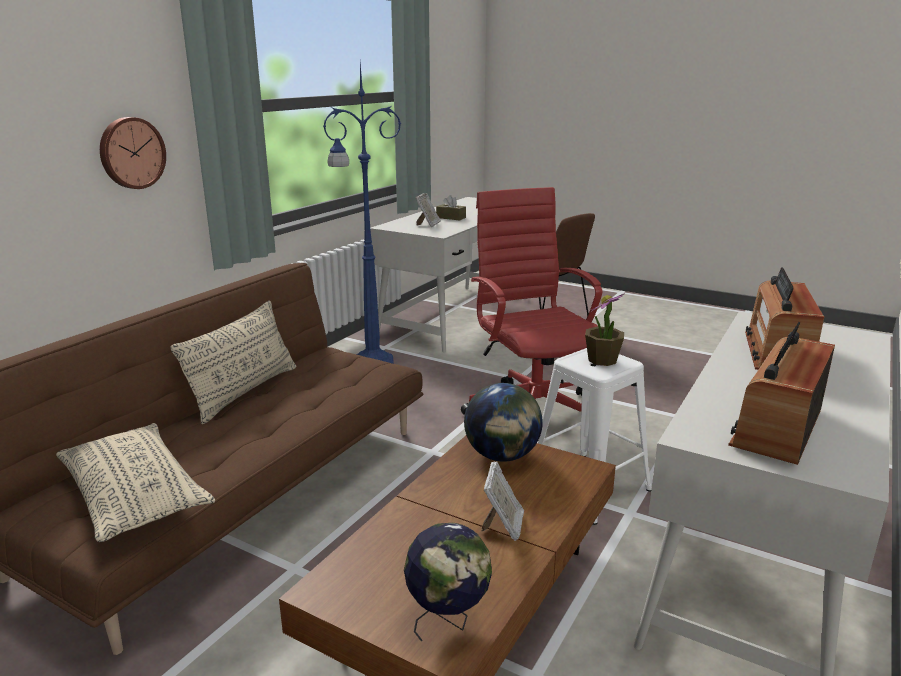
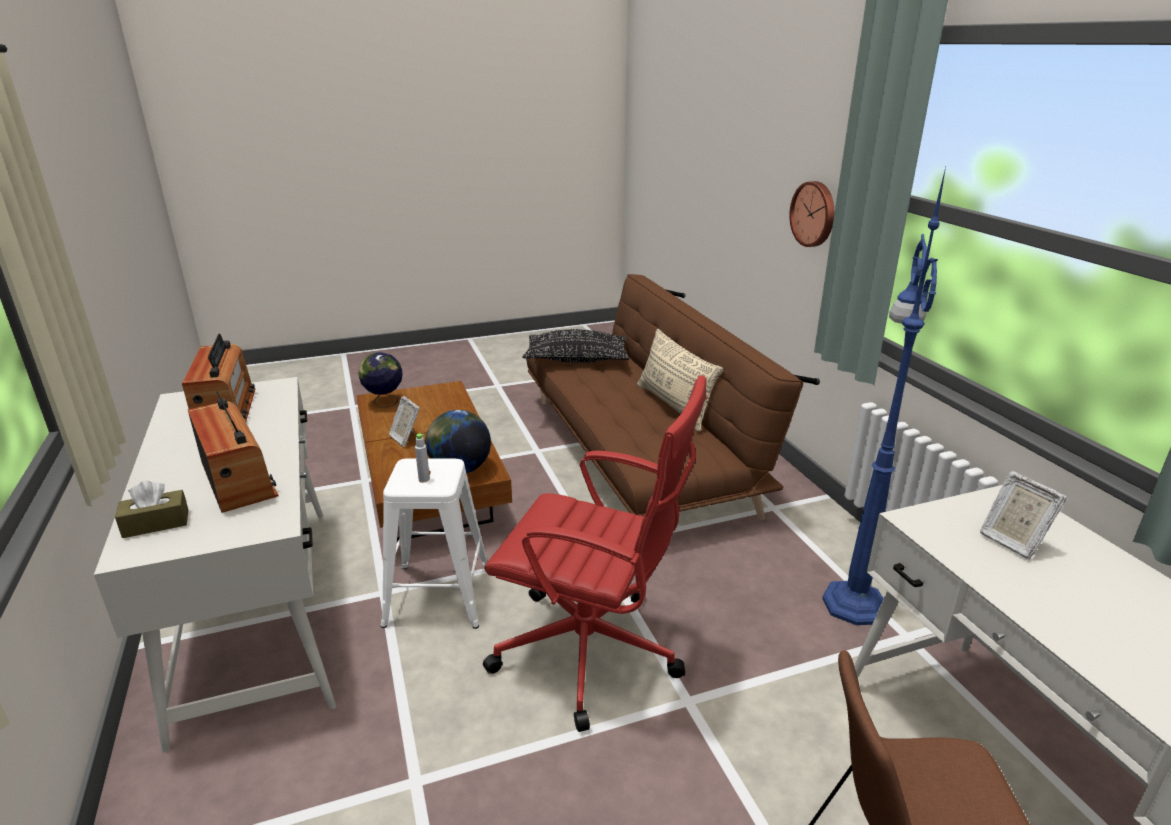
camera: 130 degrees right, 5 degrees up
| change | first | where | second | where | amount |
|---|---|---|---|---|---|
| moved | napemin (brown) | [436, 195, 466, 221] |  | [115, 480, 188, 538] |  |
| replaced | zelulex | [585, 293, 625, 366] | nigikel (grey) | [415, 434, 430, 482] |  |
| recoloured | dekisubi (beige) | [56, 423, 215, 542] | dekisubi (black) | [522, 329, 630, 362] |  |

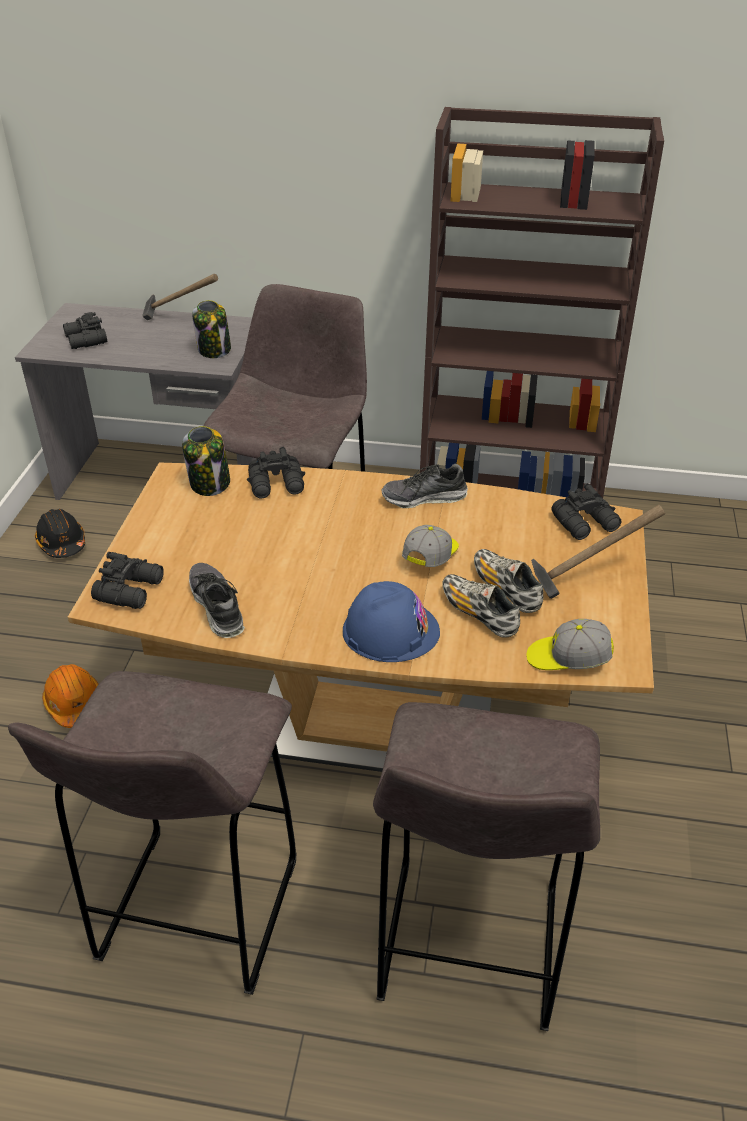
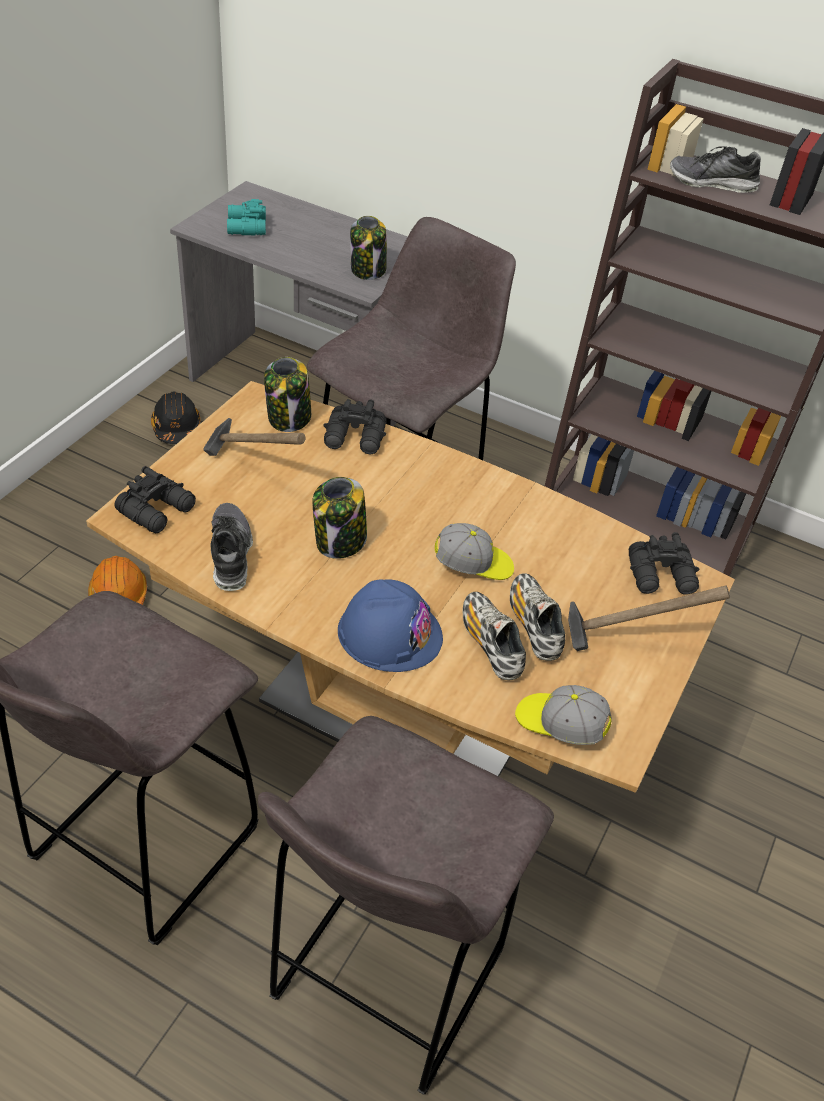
camera: 15 degrees right, 5 degrees up
| change | first | where | second | where | amount |
|---|---|---|---|---|---|
| moved | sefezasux | [142, 274, 218, 321] |  | [203, 418, 305, 456] |  |
| recoloured | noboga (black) | [63, 312, 107, 349] | noboga (turquoise) | [227, 199, 266, 236] |  |
| moved | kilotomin | [381, 464, 468, 508] |  | [670, 146, 761, 193] |  |
| turned | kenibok | [402, 525, 459, 567] |  | [435, 523, 514, 580] | 45 degrees clockwise |
| added |  |  | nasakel | [312, 477, 367, 559] |  |

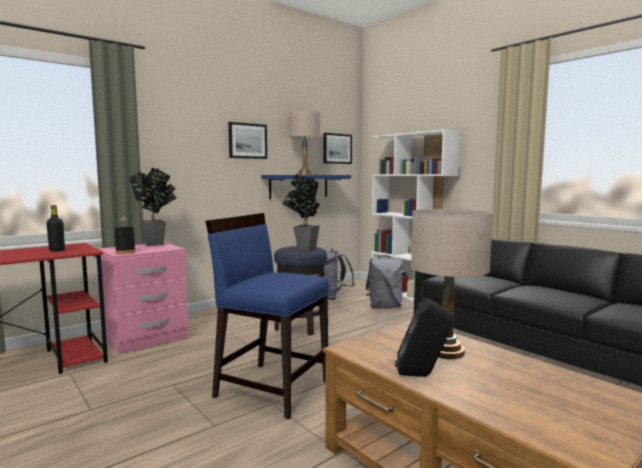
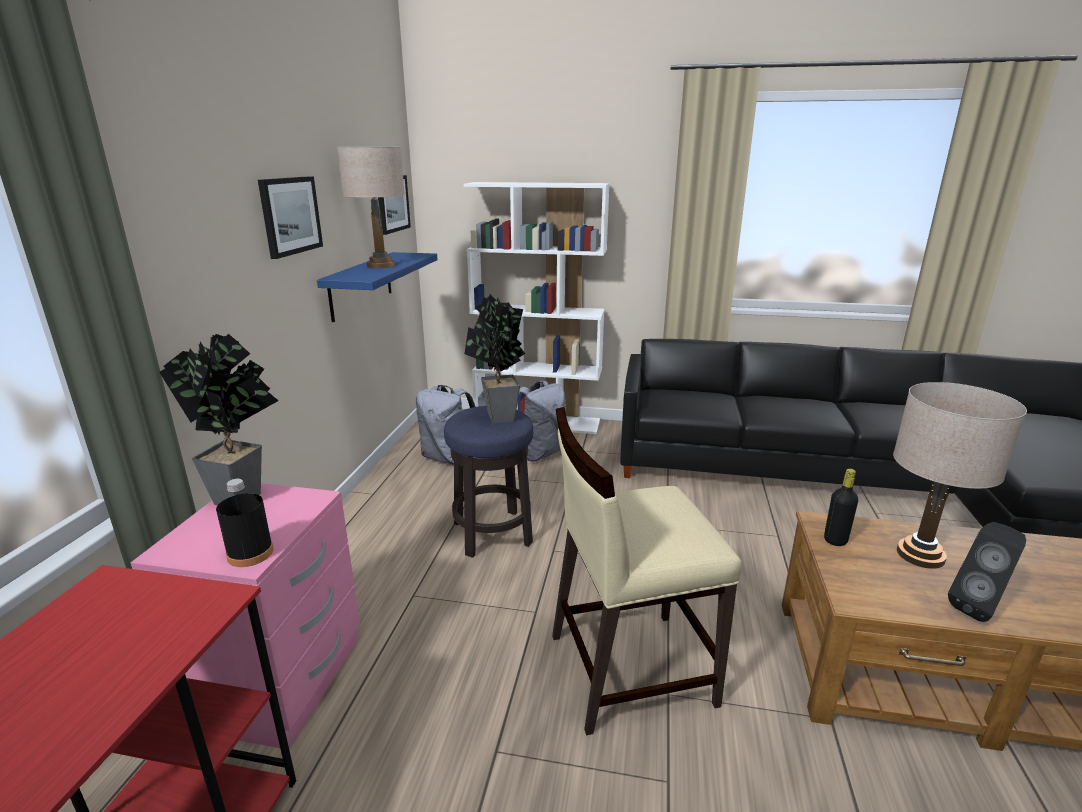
camera: 40 degrees left, 15 degrees up
| change | first | where | second | where | amount |
|---|---|---|---|---|---|
| moved | nigikel (black) | [46, 205, 65, 252] |  | [824, 469, 858, 546] |  |
| recoloured | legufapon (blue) | [205, 213, 329, 419] | legufapon (beige) | [552, 407, 742, 736] |  |

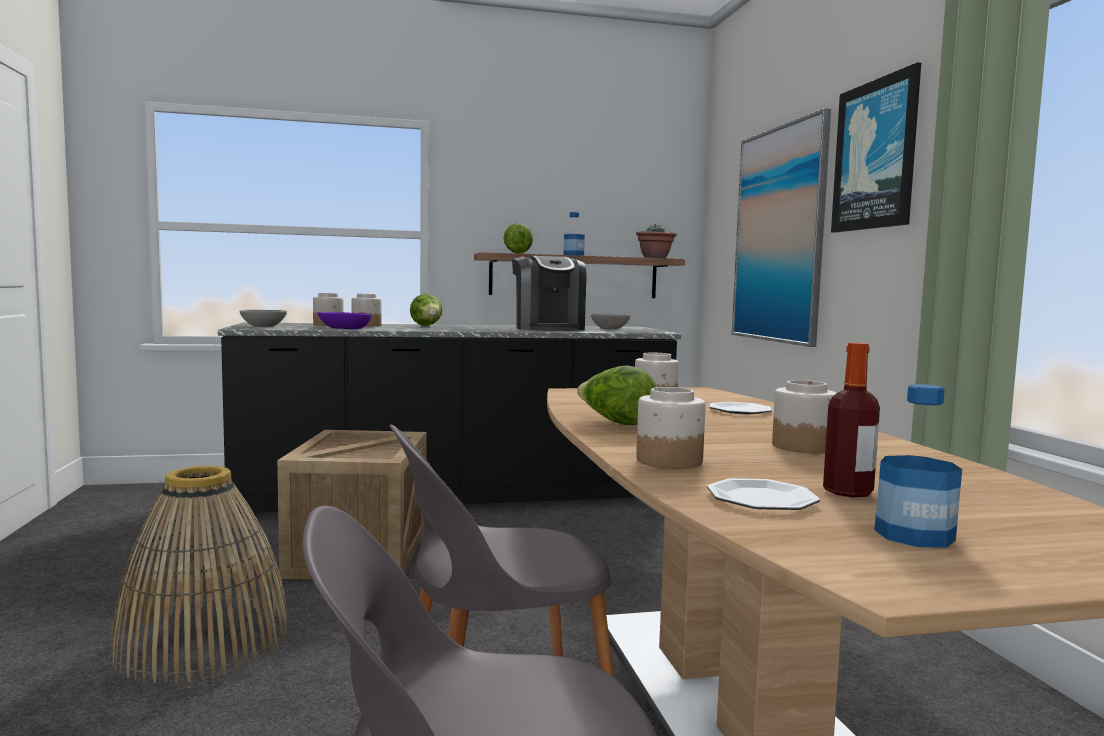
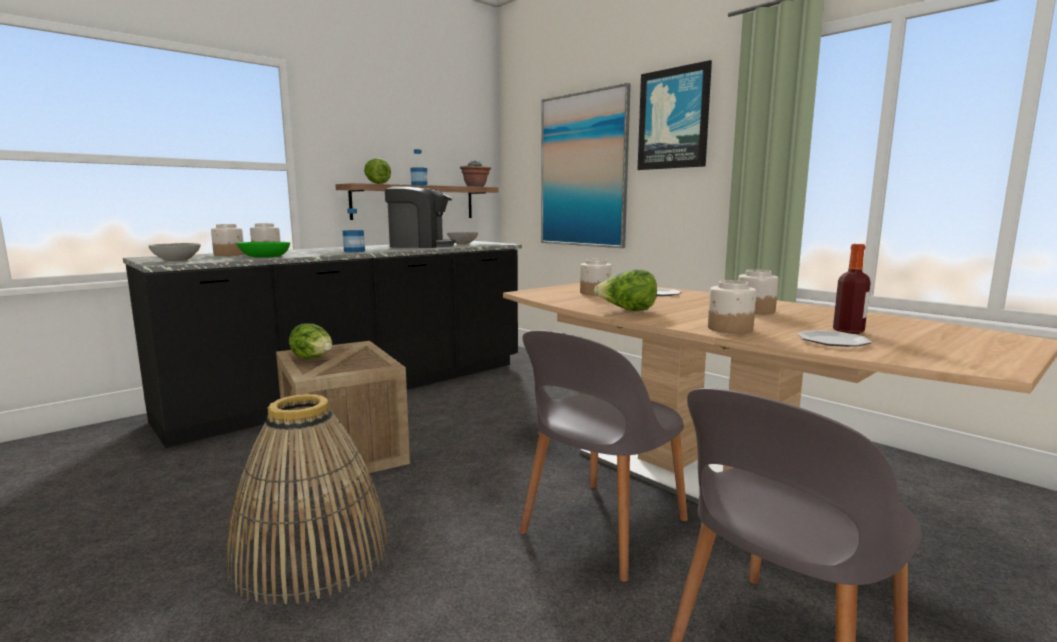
camera: 30 degrees left, 5 degrees up
| change | first | where | second | where | amount |
|---|---|---|---|---|---|
| turned | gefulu | [512, 256, 586, 331] |  | [385, 186, 455, 248] | 45 degrees counterclockwise |
| moved | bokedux | [410, 294, 443, 326] |  | [289, 323, 332, 359] |  |
| recoloured | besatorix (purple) | [317, 312, 372, 329] | besatorix (green) | [236, 242, 290, 258] |  |
| moved | nigikel | [874, 384, 962, 548] |  | [343, 208, 365, 252] |  |

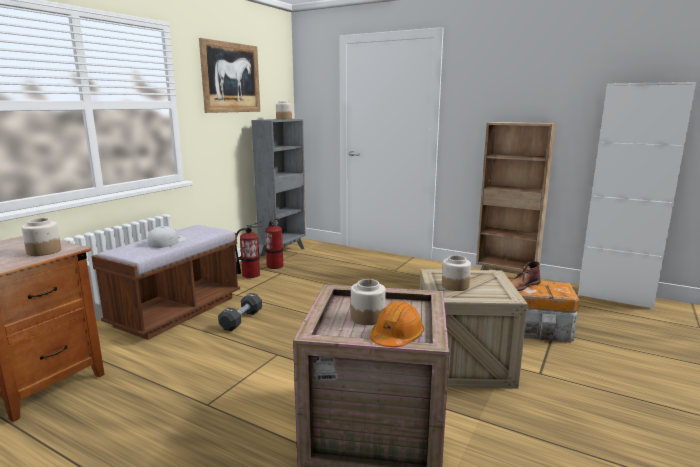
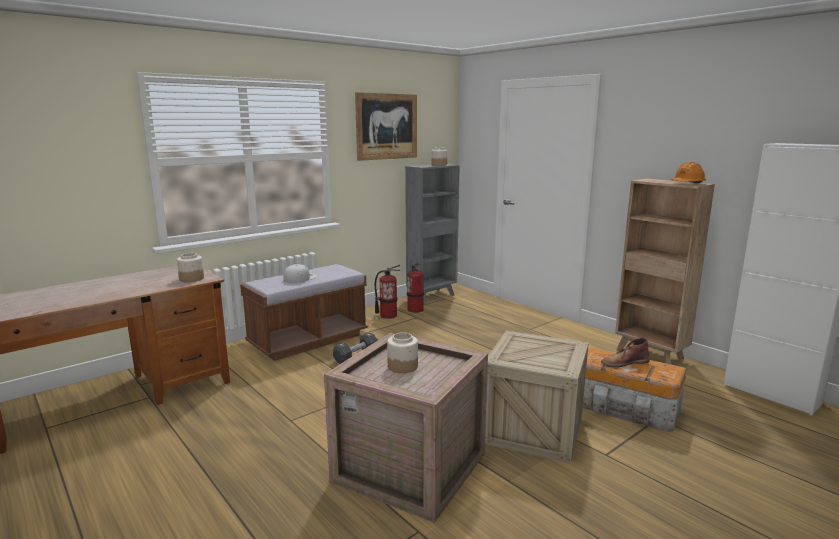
camera: 20 degrees right, 0 degrees up
| change | first | where | second | where | amount |
|---|---|---|---|---|---|
| removed | nasakel | [442, 255, 471, 291] |  |  |  |
| moved | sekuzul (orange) | [370, 301, 424, 348] |  | [671, 162, 706, 183] |  |

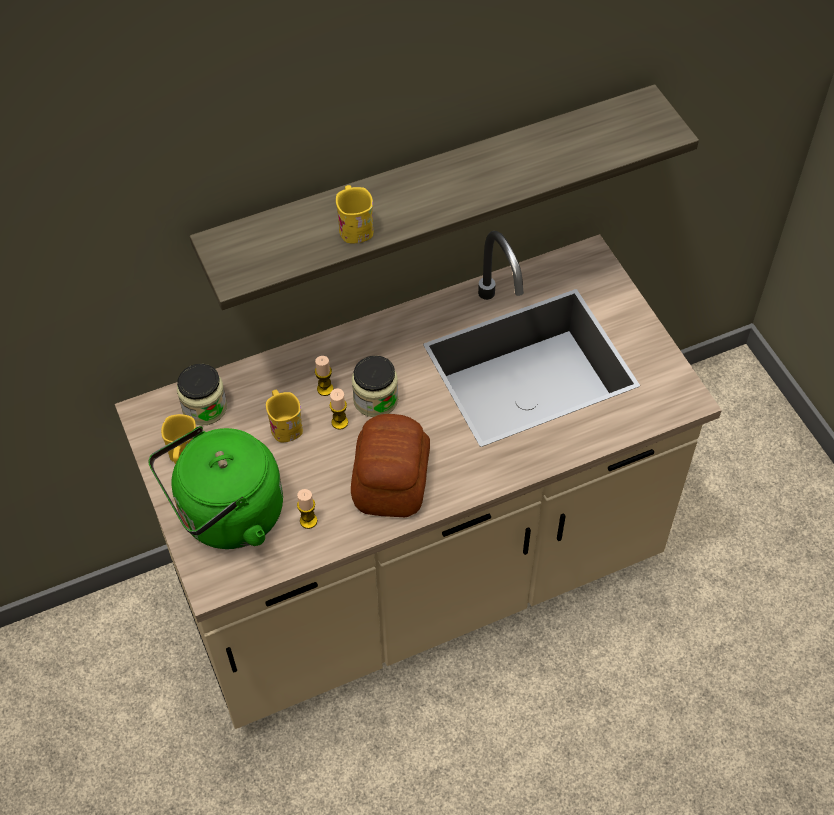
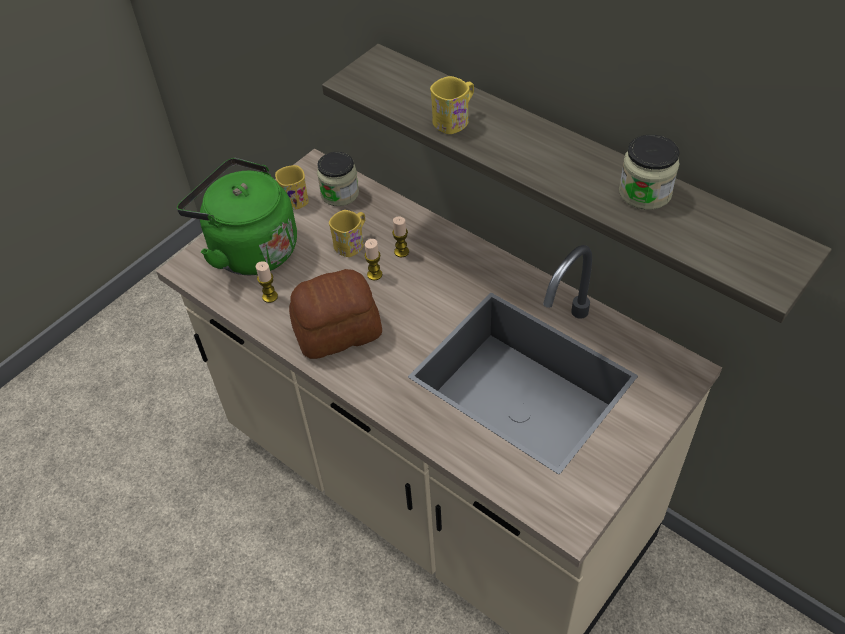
camera: 65 degrees right, 5 degrees down
| change | first | where | second | where | amount |
|---|---|---|---|---|---|
| moved | nasakel | [352, 355, 398, 417] |  | [619, 135, 680, 210] |  |

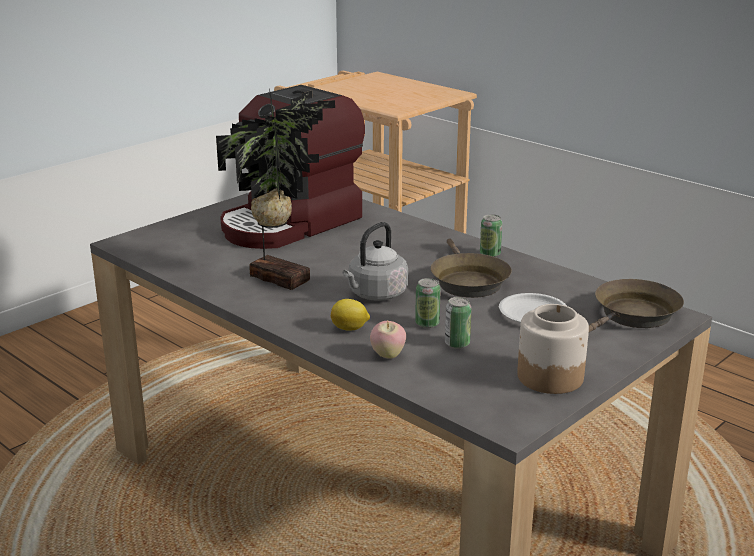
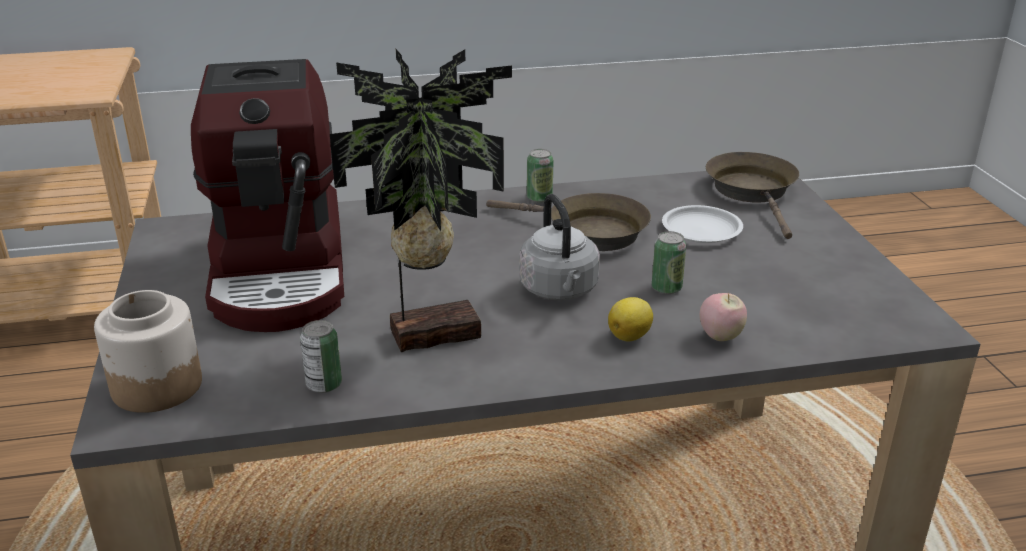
camera: 55 degrees left, 5 degrees up
| change | first | where | second | where | amount |
|---|---|---|---|---|---|
| moved | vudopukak | [445, 297, 472, 349] |  | [300, 320, 342, 393] |  |
| moved | nasakel | [517, 304, 589, 394] |  | [94, 290, 202, 413] |  |

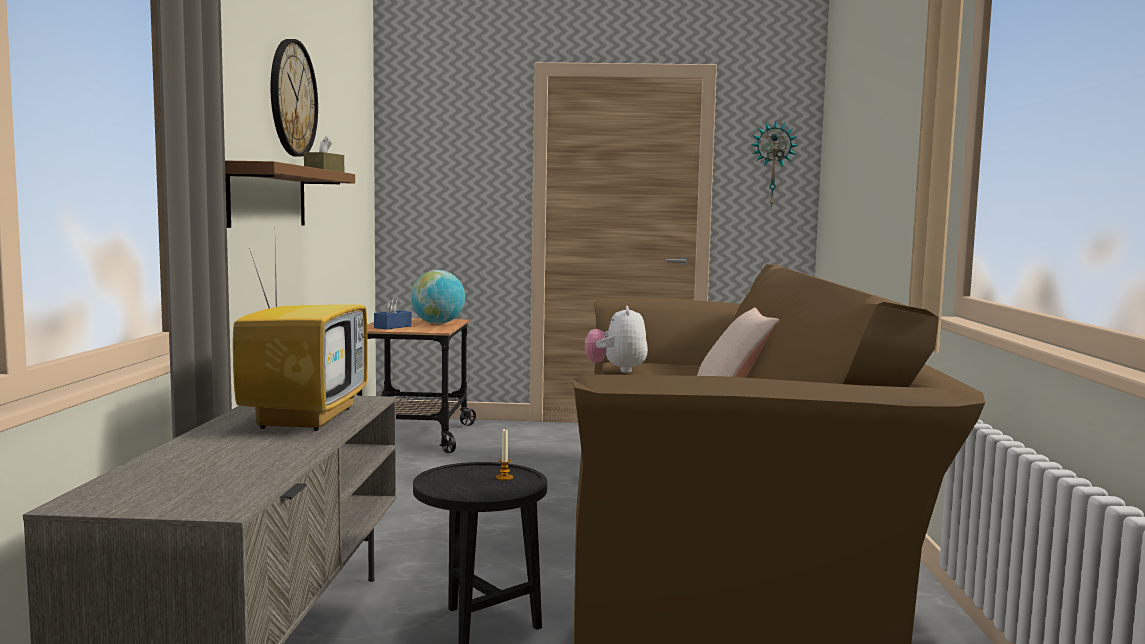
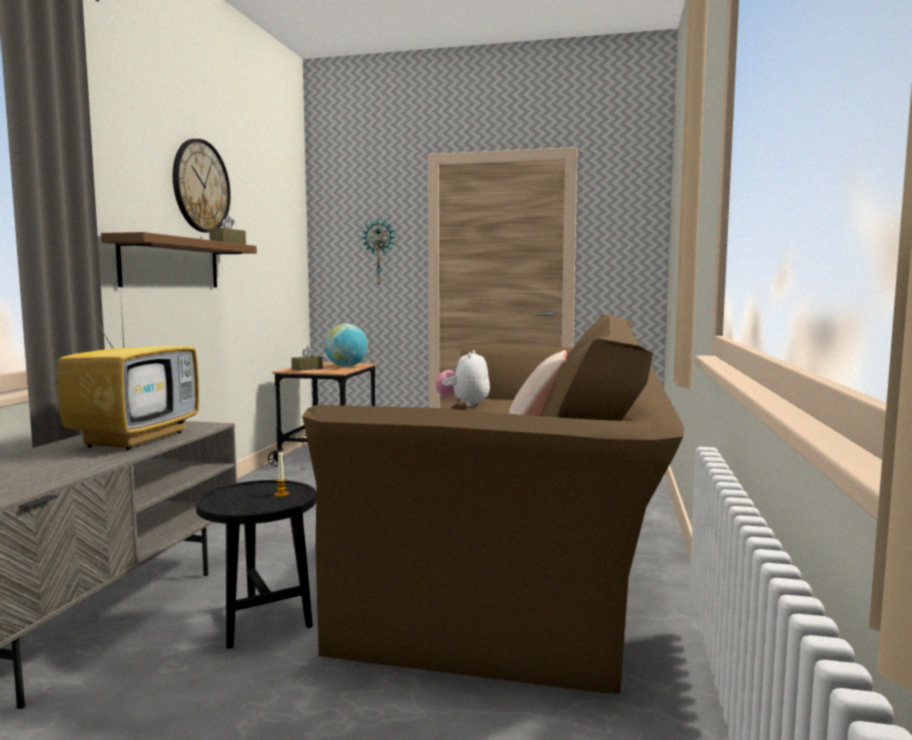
camera: 10 degrees right, 0 degrees up
| change | first | where | second | where | amount |
|---|---|---|---|---|---|
| moved | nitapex | [751, 121, 799, 208] |  | [361, 218, 395, 285] |  |
| recoloured | napemin (blue) | [374, 298, 412, 330] | napemin (brown) | [291, 346, 323, 371] |  |

